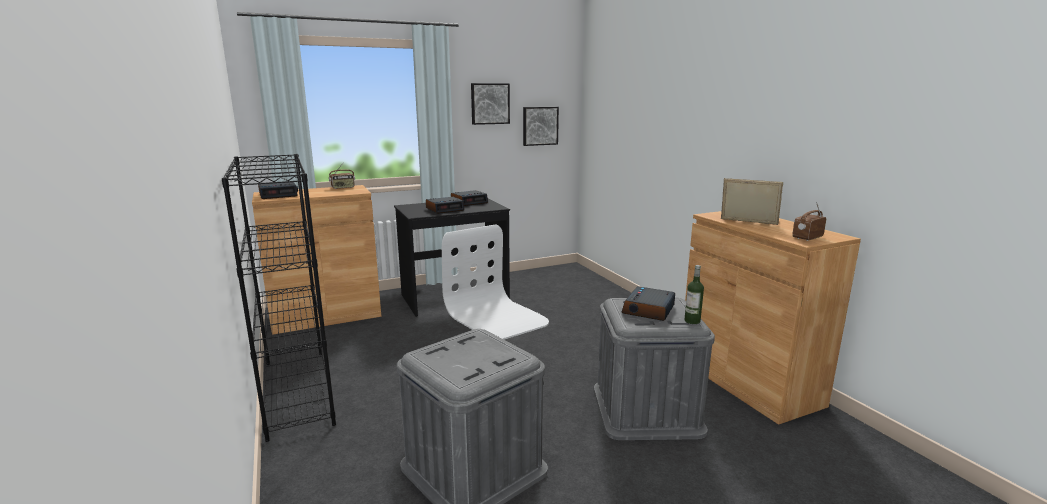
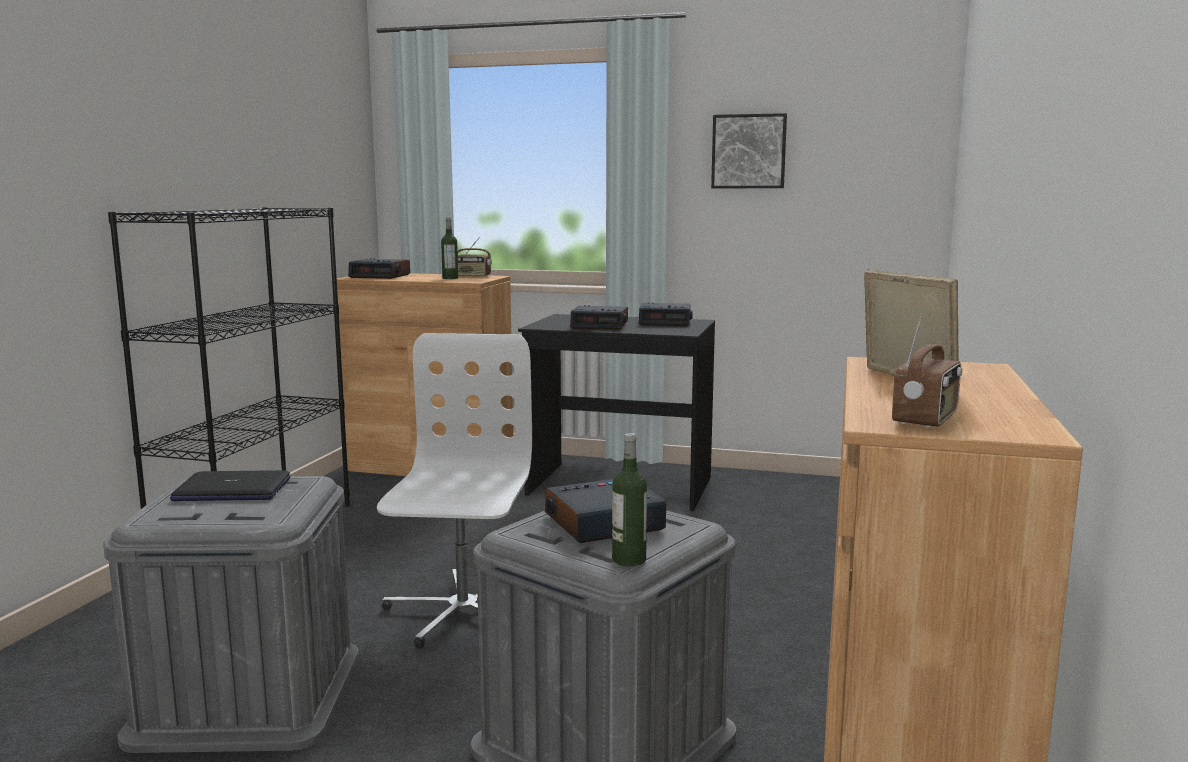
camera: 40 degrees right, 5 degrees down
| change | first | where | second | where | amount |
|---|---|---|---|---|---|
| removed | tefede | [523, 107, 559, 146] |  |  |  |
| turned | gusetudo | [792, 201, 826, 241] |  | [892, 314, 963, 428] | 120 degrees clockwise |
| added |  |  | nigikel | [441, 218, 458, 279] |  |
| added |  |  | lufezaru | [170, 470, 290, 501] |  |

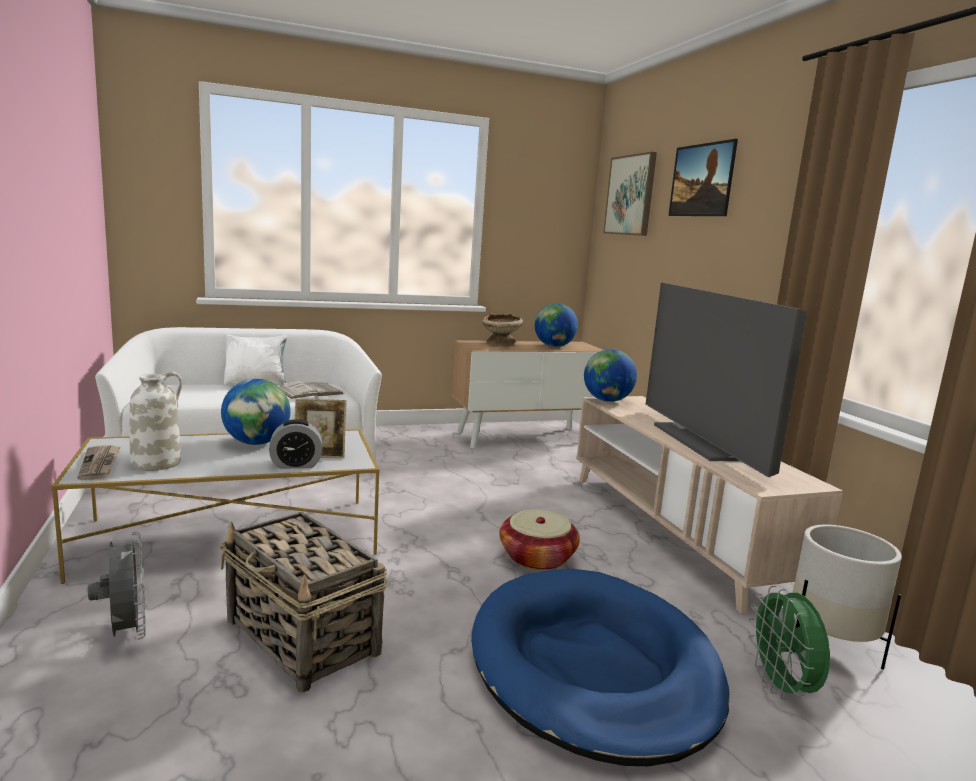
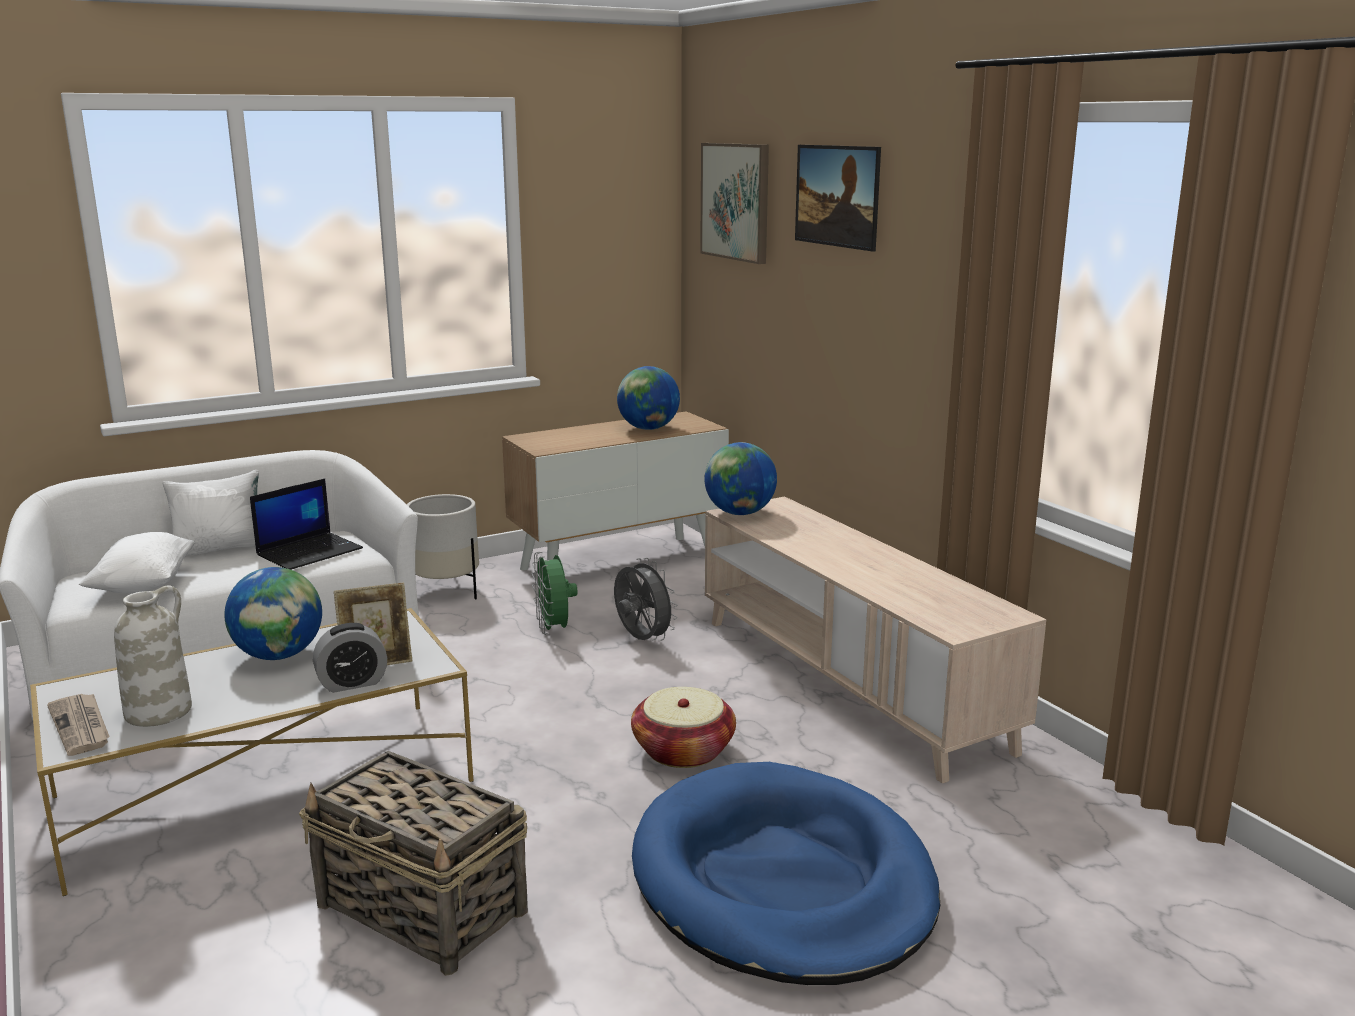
camera: 10 degrees left, 5 degrees up
| change | first | where | second | where | amount |
|---|---|---|---|---|---|
| removed | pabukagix | [645, 282, 808, 477] |  |  |  |
| removed | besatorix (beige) | [482, 313, 523, 346] |  |  |  |
| replaced | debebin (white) | [278, 381, 344, 399] | lufezaru | [250, 479, 363, 570] |  |
| moved | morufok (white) | [791, 525, 902, 670] |  | [407, 494, 479, 600] |  |
| moved | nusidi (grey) | [88, 532, 146, 640] |  | [614, 558, 678, 641] |  |
| moved | nusidi (green) | [748, 586, 830, 700] |  | [532, 552, 578, 635] |  |
| added |  |  | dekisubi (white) | [79, 532, 195, 593] |  |

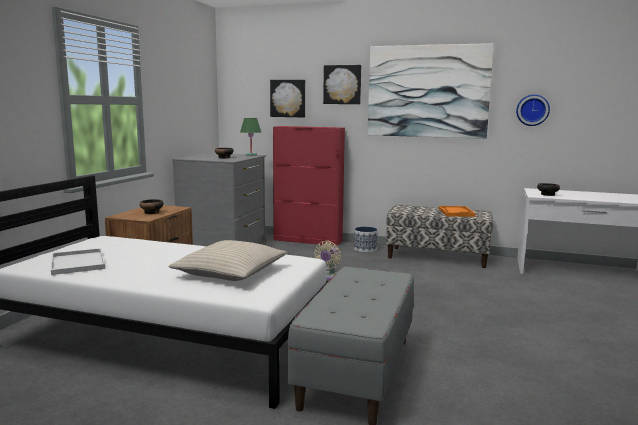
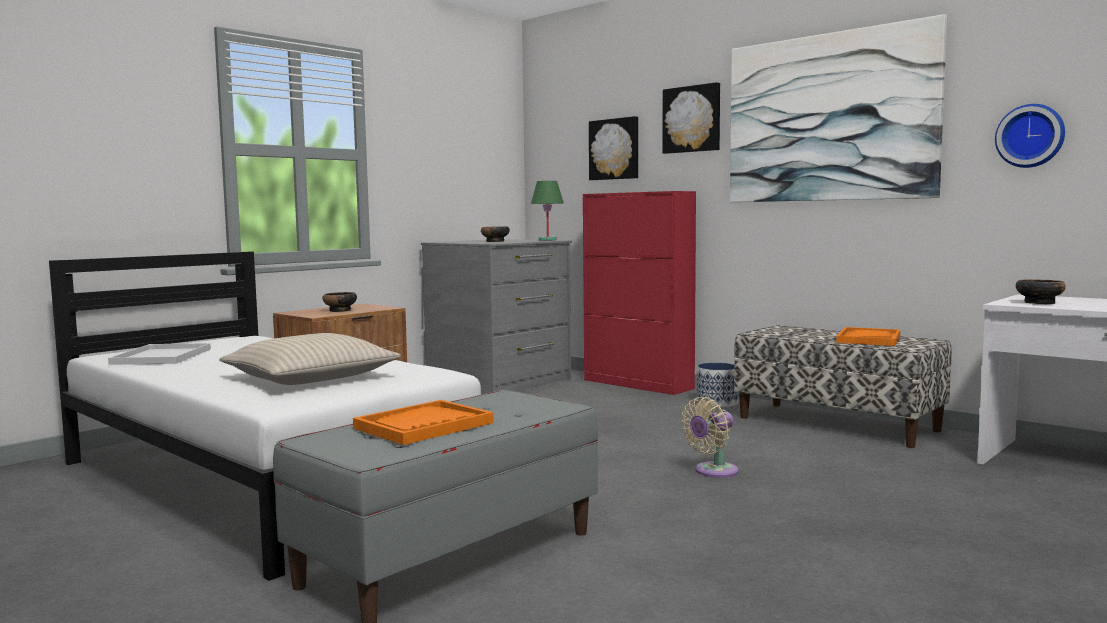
camera: 25 degrees right, 5 degrees down
| change | first | where | second | where | amount |
|---|---|---|---|---|---|
| moved | nusidi (beige) | [314, 241, 341, 279] |  | [681, 397, 739, 478] |  |
| added |  |  | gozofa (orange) | [353, 400, 493, 445] |  |

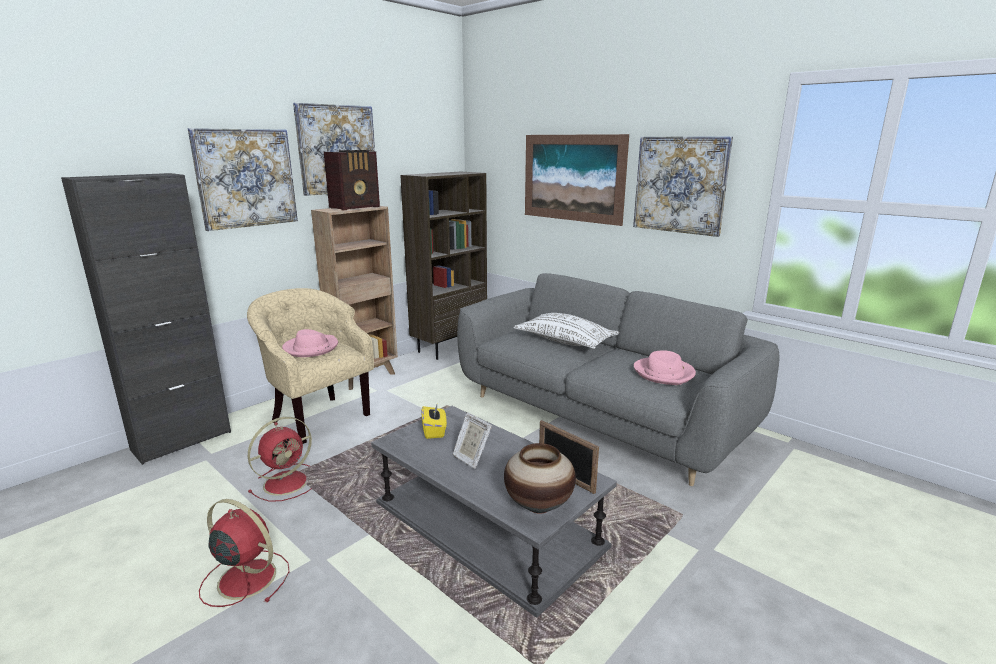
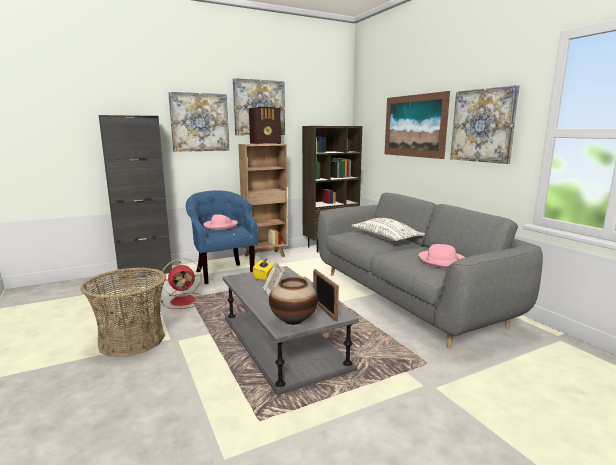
camera: 20 degrees right, 5 degrees down
| change | first | where | second | where | amount |
|---|---|---|---|---|---|
| recoloured | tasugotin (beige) | [247, 288, 374, 444] | tasugotin (blue) | [186, 190, 258, 284] |  |
| replaced | nusidi (red) | [199, 499, 290, 607] | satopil | [80, 267, 166, 357] |  |

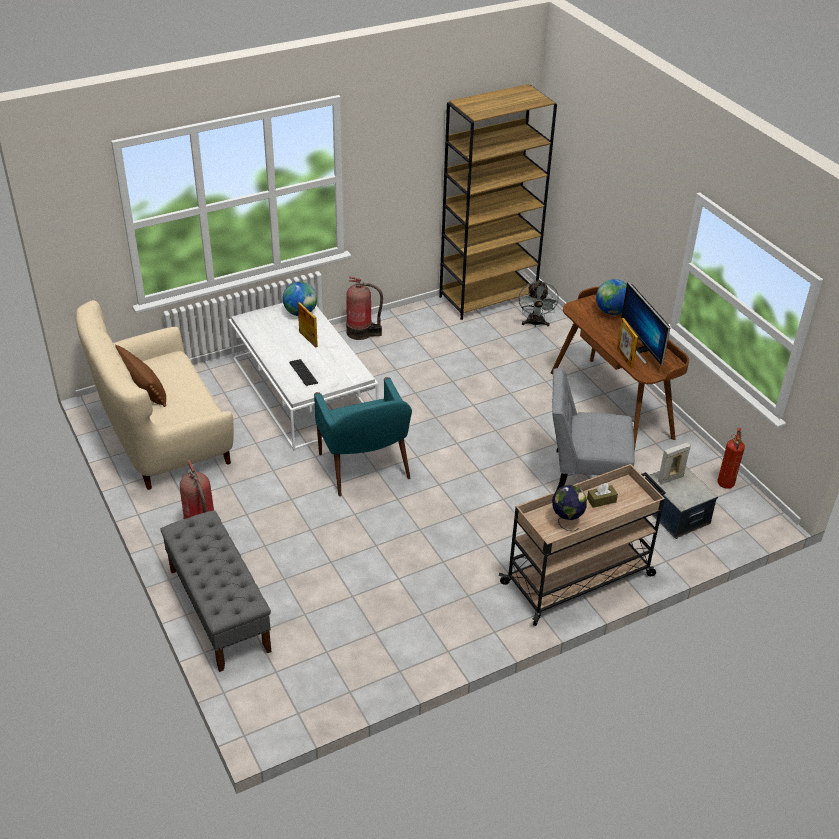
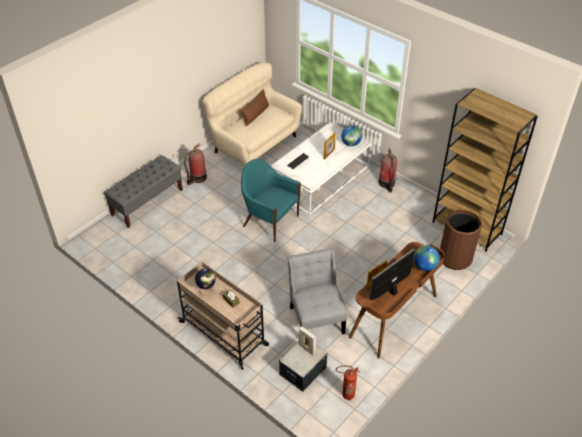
camera: 70 degrees right, 5 degrees up
| change | first | where | second | where | amount |
|---|---|---|---|---|---|
| replaced | nusidi (grey) | [518, 279, 559, 327] | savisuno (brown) | [440, 210, 482, 270] |  |
| turned | tasugotin (turquoise) | [314, 377, 412, 496] |  | [241, 159, 301, 242] | 75 degrees clockwise |

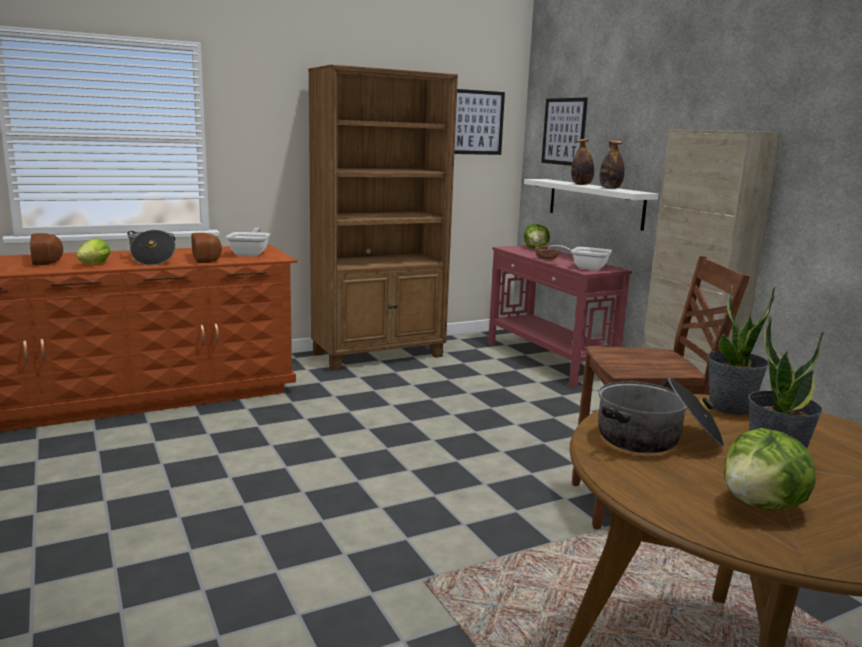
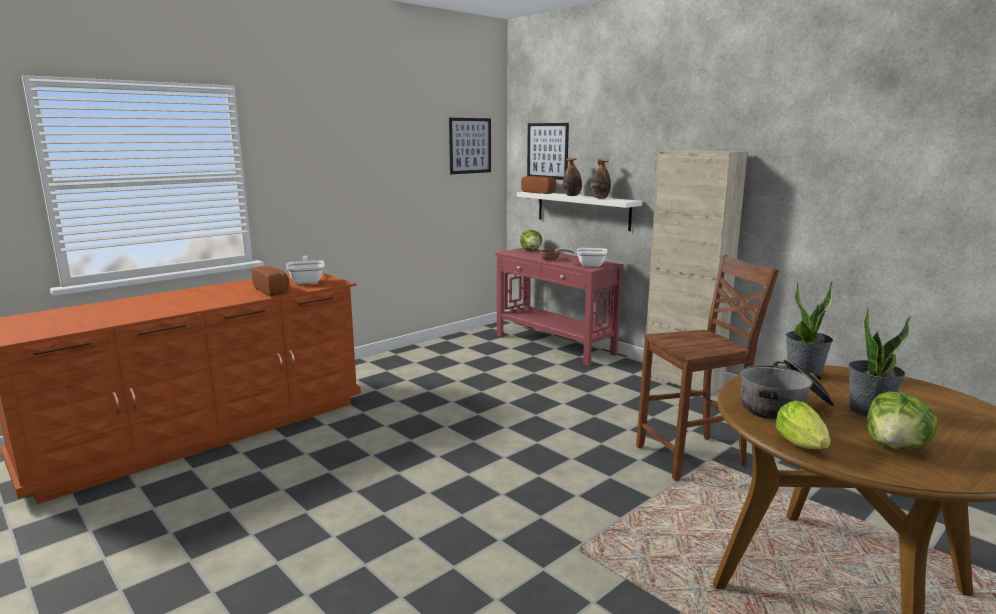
camera: 15 degrees left, 0 degrees up
| change | first | where | second | where | amount |
|---|---|---|---|---|---|
| removed | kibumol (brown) | [308, 65, 458, 371] |  |  |  |
| removed | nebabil | [127, 230, 175, 265] |  |  |  |
| moved | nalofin | [30, 233, 63, 265] |  | [521, 176, 556, 194] |  |
| moved | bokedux | [76, 238, 110, 264] |  | [776, 401, 831, 449] |  |

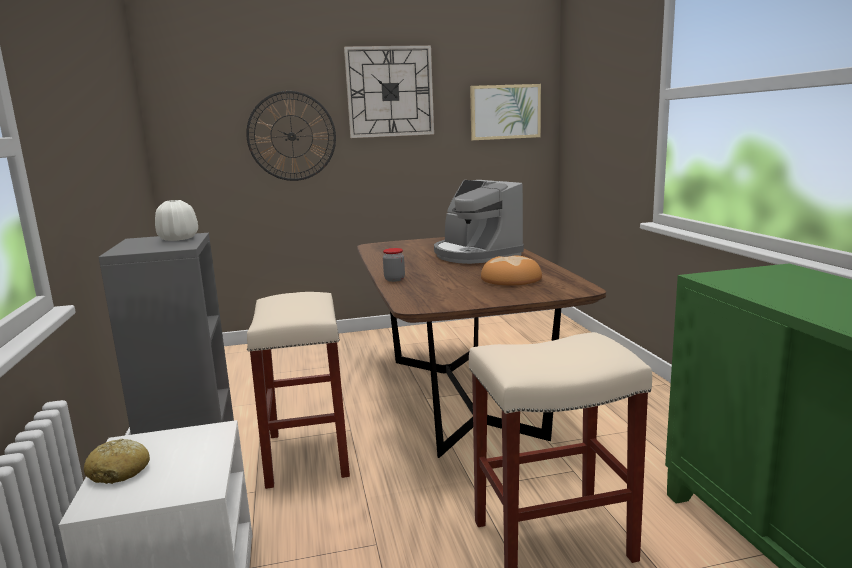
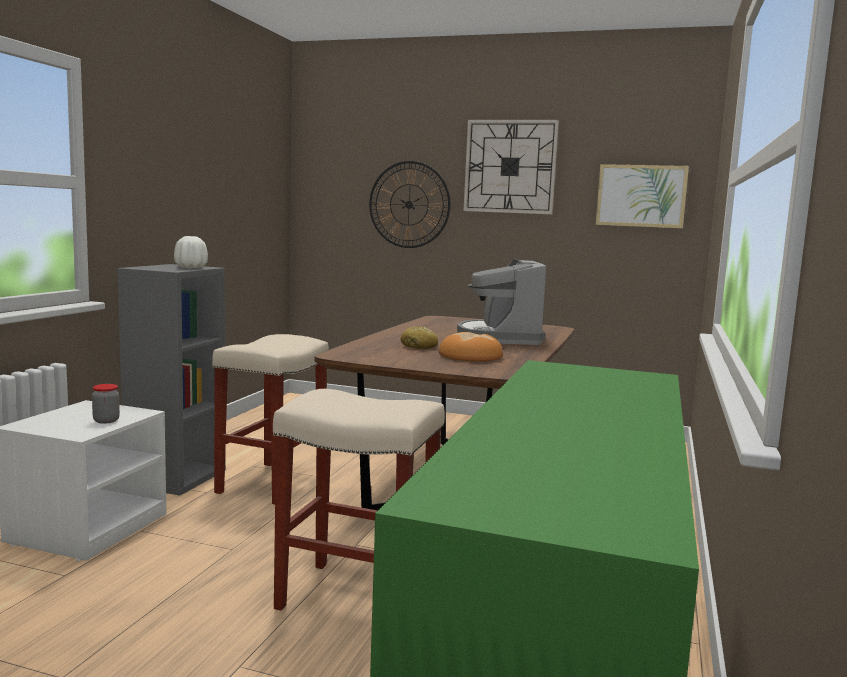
camera: 30 degrees right, 5 degrees down
| change | first | where | second | where | amount |
|---|---|---|---|---|---|
| moved | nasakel | [383, 248, 405, 282] |  | [92, 384, 120, 424] |  |
| moved | nalofin | [84, 438, 150, 484] |  | [401, 326, 438, 349] |  |

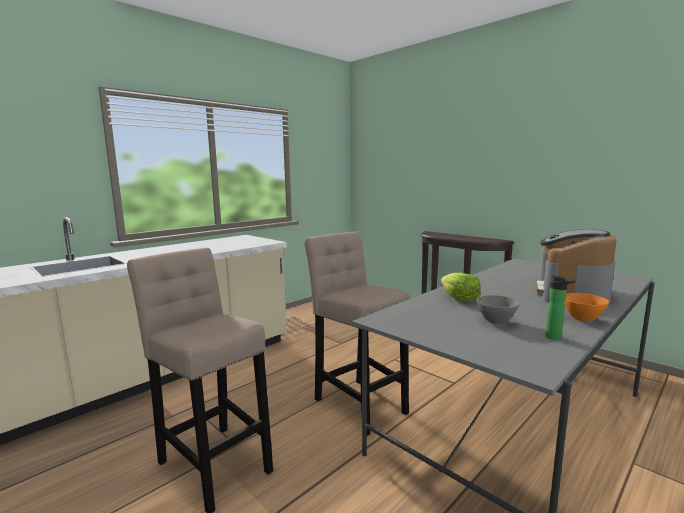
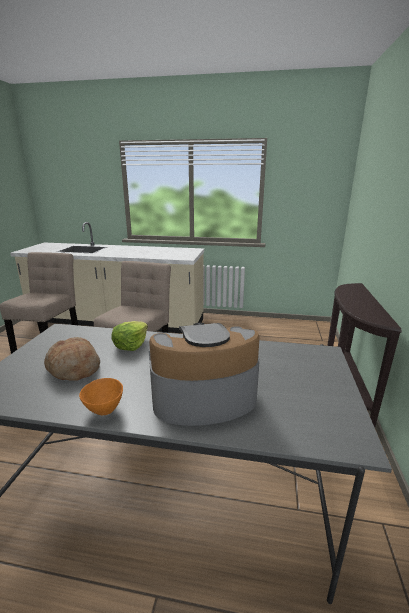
camera: 55 degrees right, 10 degrees up
| change | first | where | second | where | amount |
|---|---|---|---|---|---|
| removed | nigikel | [545, 276, 575, 340] |  |  |  |
| replaced | besatorix (grey) | [477, 295, 520, 324] | nalofin | [44, 337, 100, 381] |  |

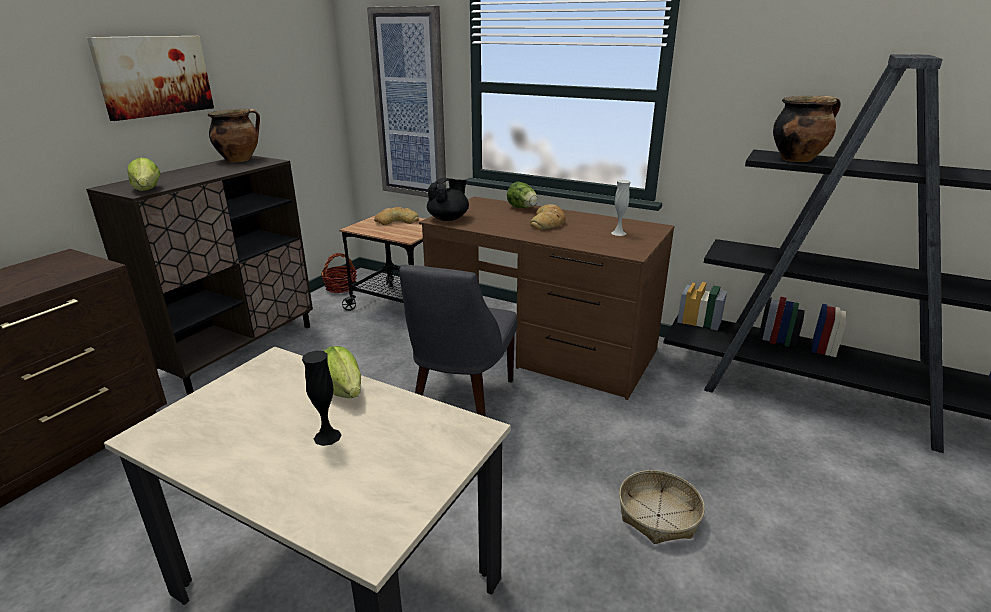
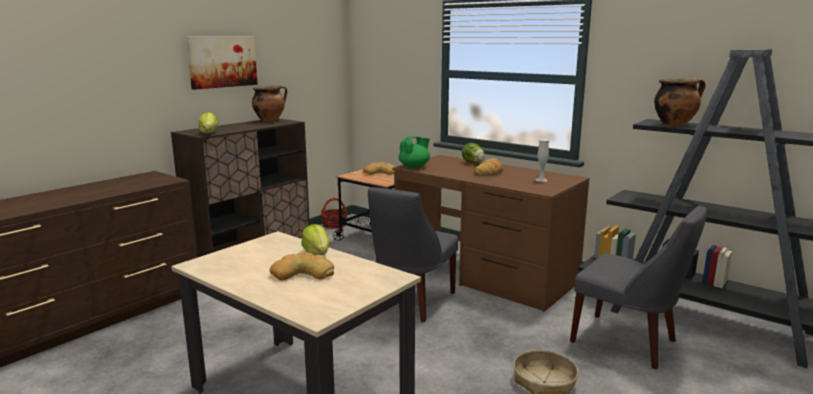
camera: 10 degrees right, 10 degrees down
| change | first | where | second | where | amount |
|---|---|---|---|---|---|
| removed | tefede | [367, 6, 446, 197] |  |  |  |
| recoloured | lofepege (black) | [427, 178, 469, 221] | lofepege (green) | [398, 136, 430, 168] |  |
| replaced | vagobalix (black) | [302, 351, 341, 446] | nalofin | [269, 252, 334, 280] |  |
| added |  |  | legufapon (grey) | [570, 206, 707, 369] |  |

